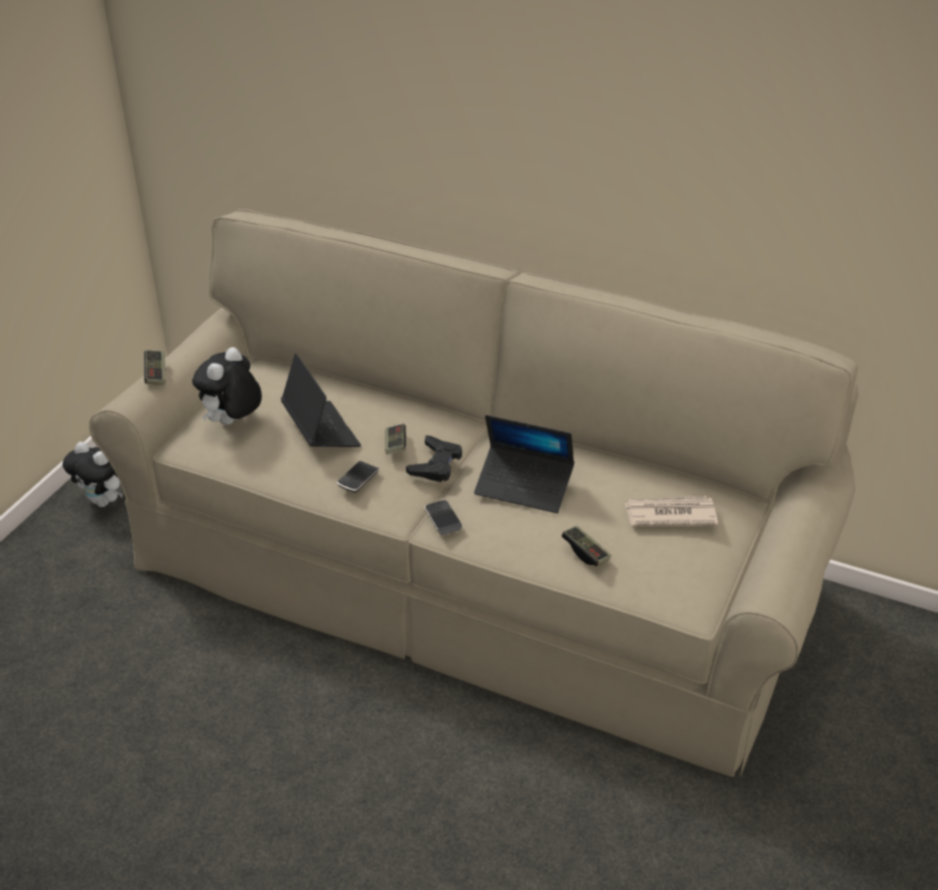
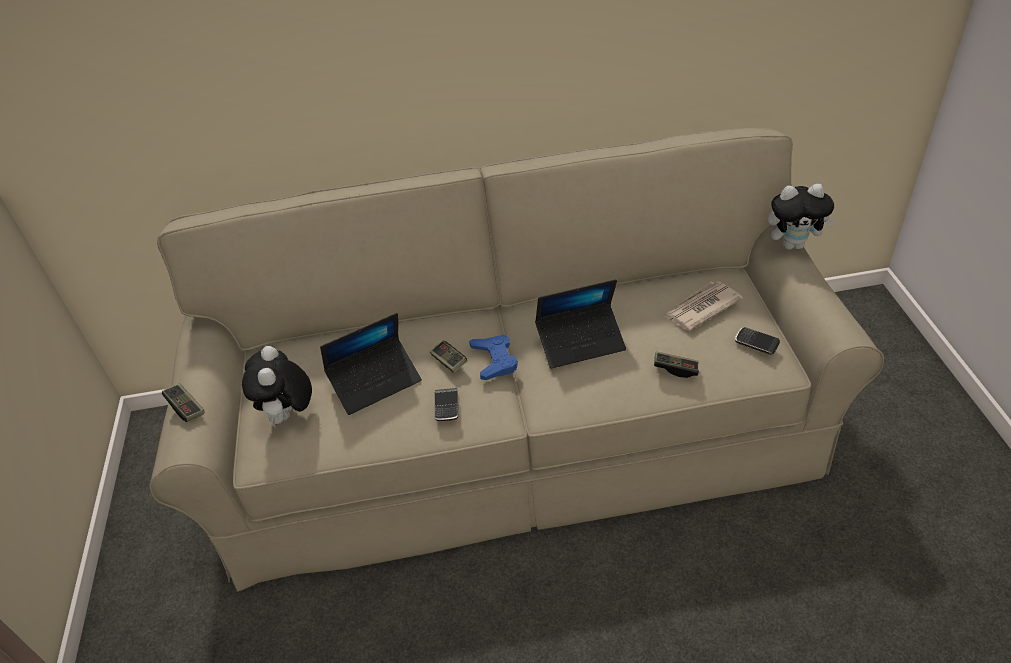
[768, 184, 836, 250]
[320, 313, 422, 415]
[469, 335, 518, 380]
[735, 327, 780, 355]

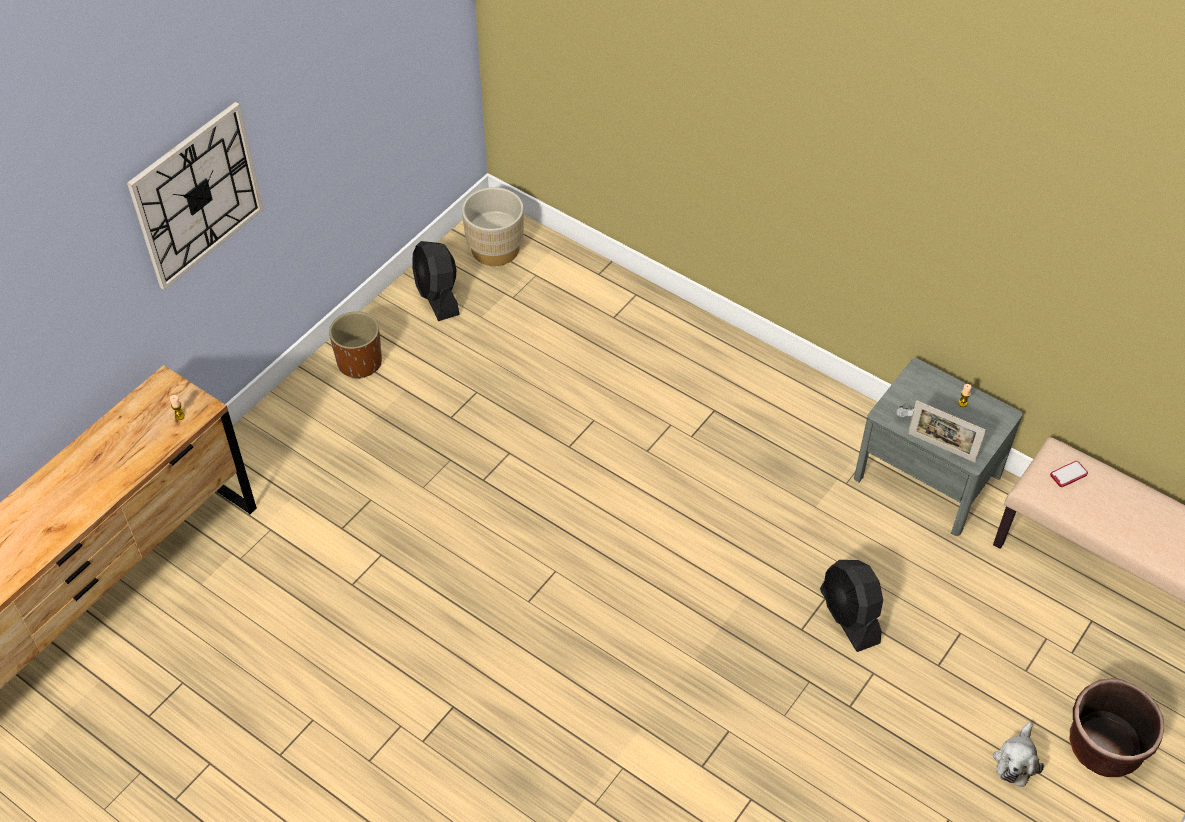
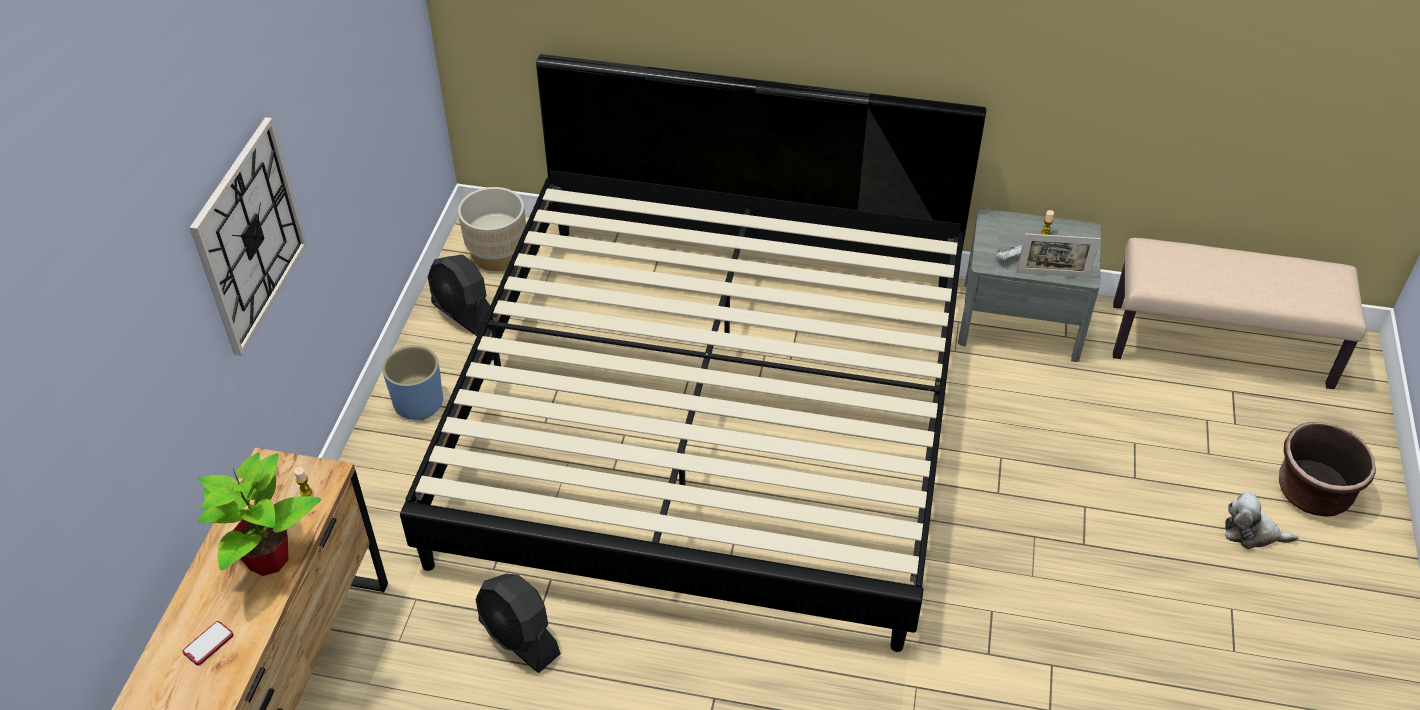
[382, 345, 443, 420]
[476, 574, 561, 673]
[1225, 492, 1299, 549]
[183, 621, 234, 665]
[197, 453, 321, 576]
[400, 54, 986, 652]

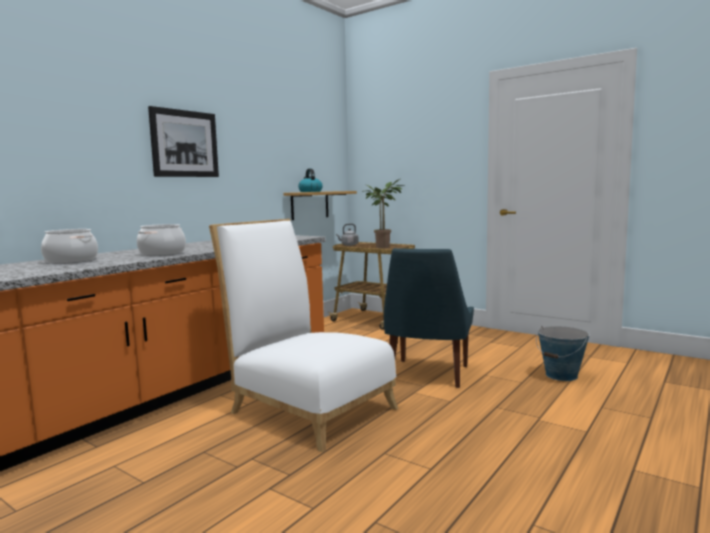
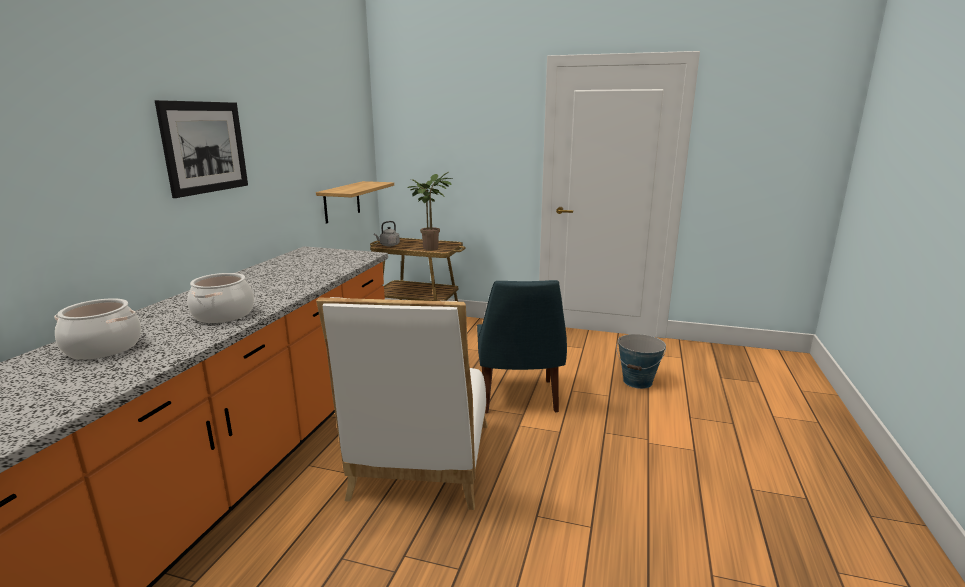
[316, 297, 488, 510]
[298, 168, 323, 192] (first image)

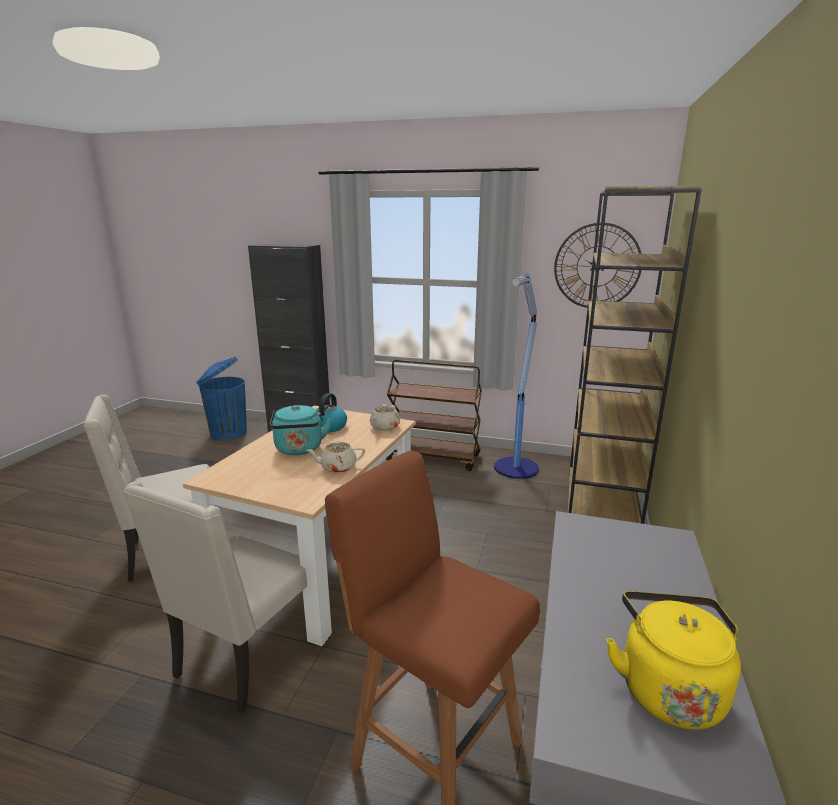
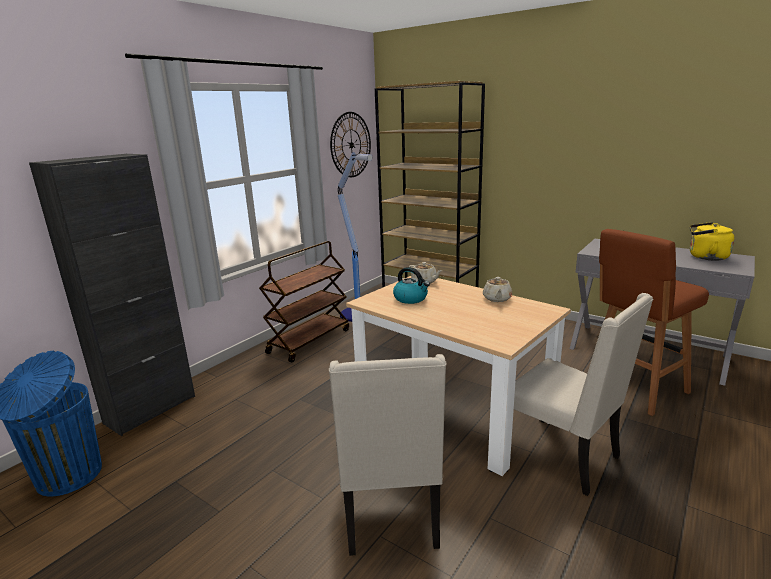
[270, 405, 331, 455] (first image)

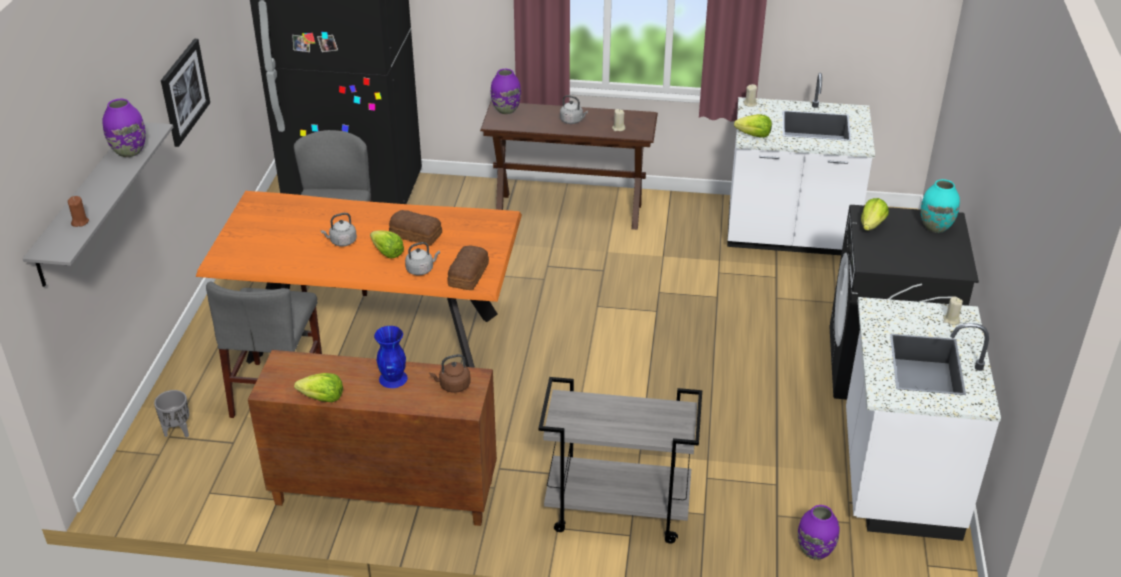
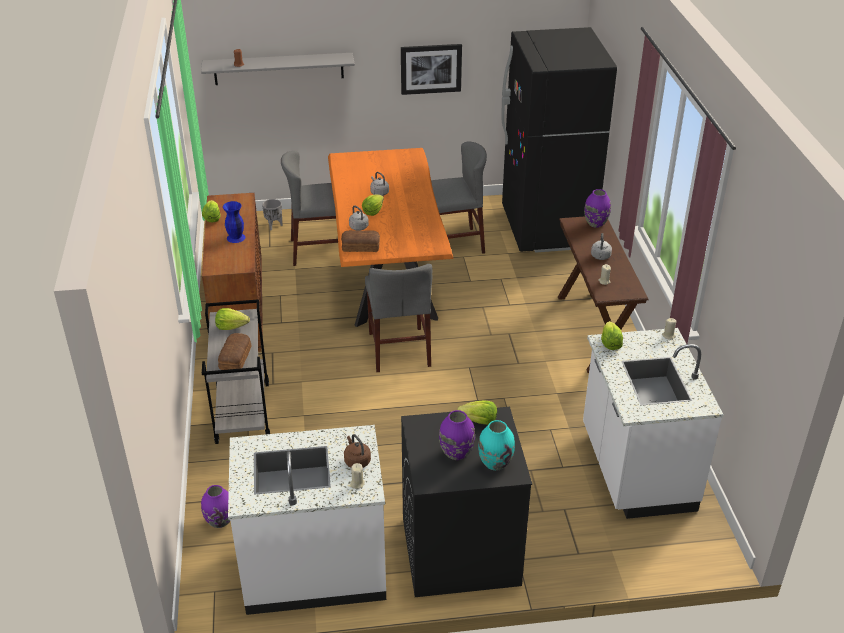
[439, 410, 475, 460]
[218, 333, 251, 370]
[344, 434, 371, 468]
[215, 308, 250, 330]
[365, 264, 432, 372]

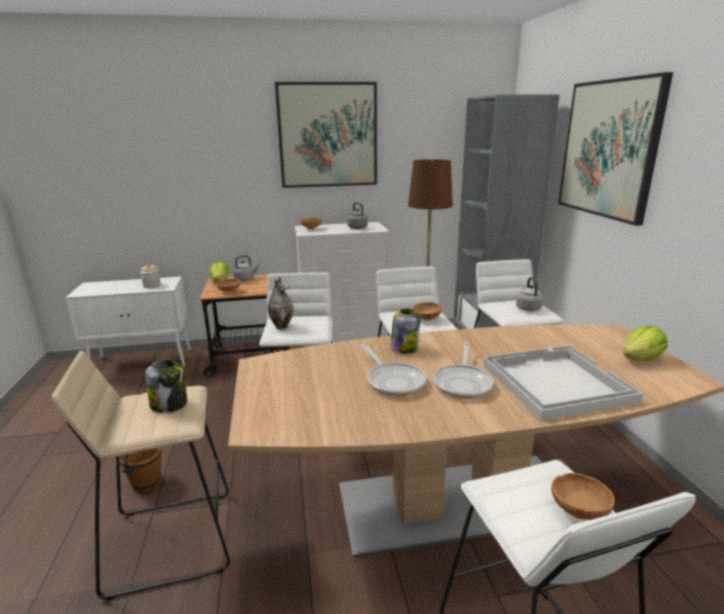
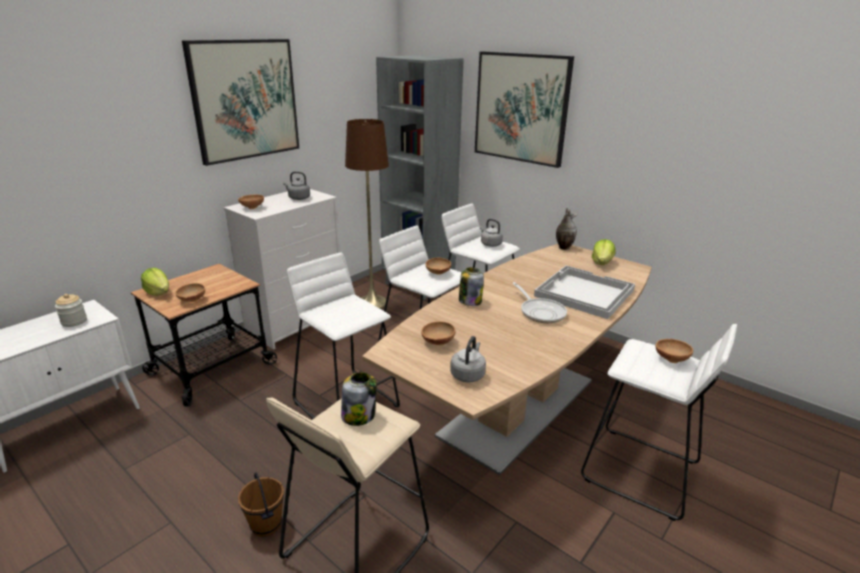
[450, 336, 486, 382]
[556, 208, 577, 250]
[361, 343, 426, 396] (first image)
[421, 321, 455, 345]

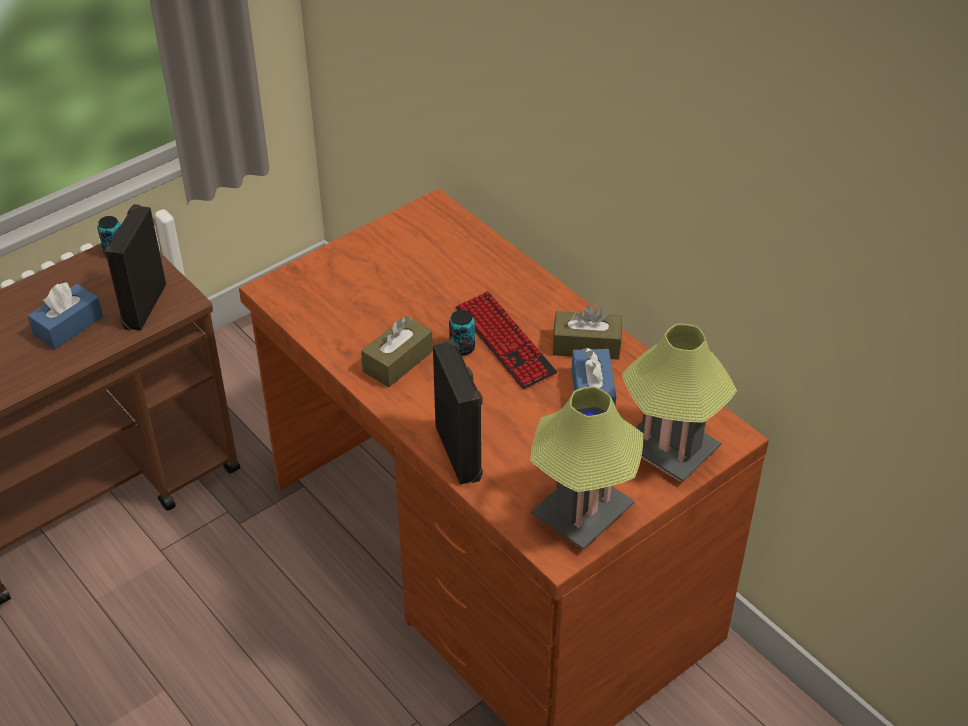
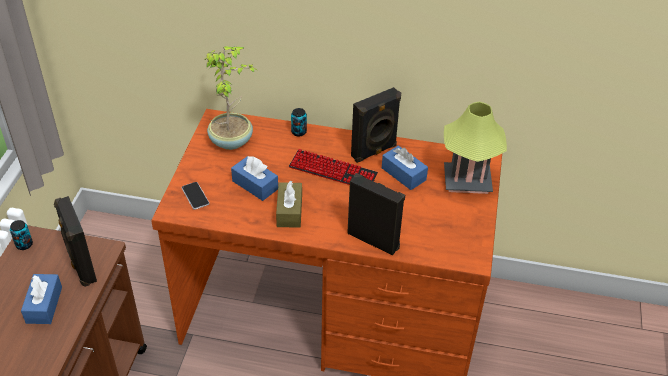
[291, 108, 307, 136]
[530, 386, 643, 549] (first image)
[351, 87, 401, 163]
[182, 182, 209, 210]
[205, 46, 258, 150]
[231, 156, 278, 201]

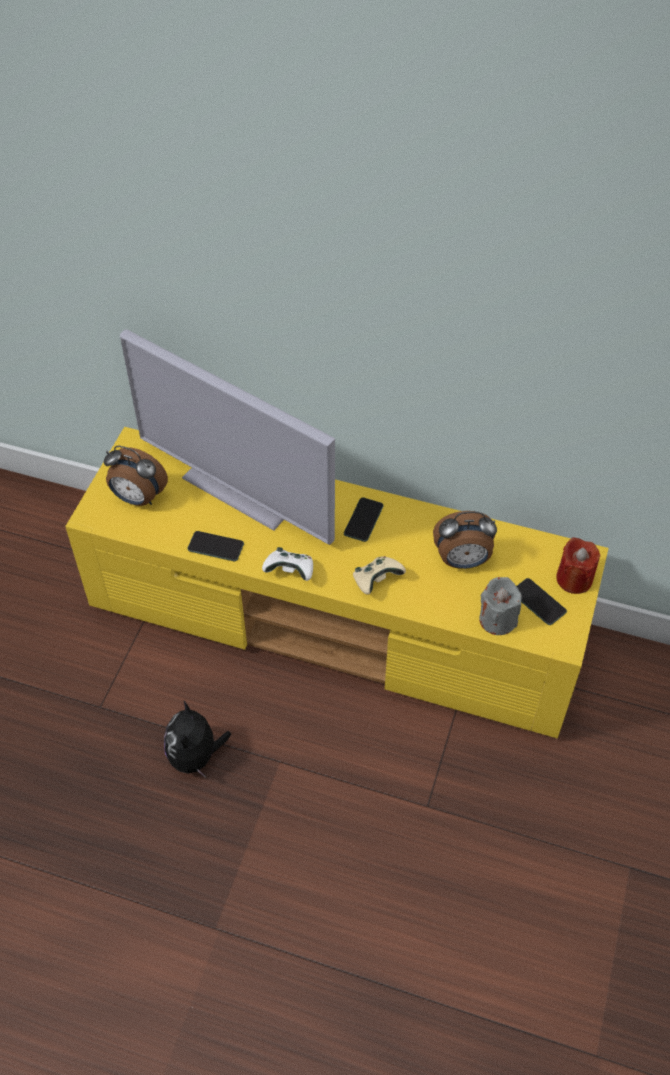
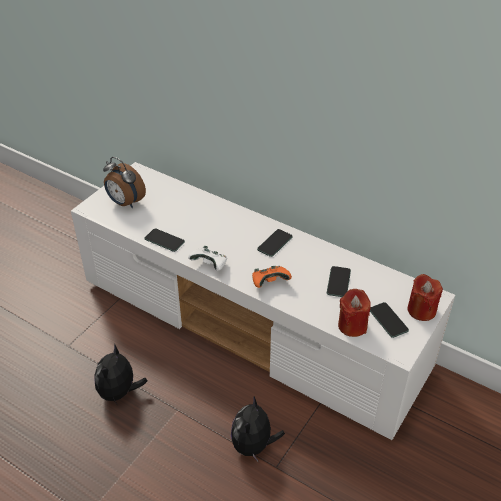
[71, 162, 455, 440]
[120, 329, 335, 545] (first image)
[252, 266, 292, 288]
[327, 266, 351, 297]
[338, 289, 371, 337]
[231, 397, 285, 463]

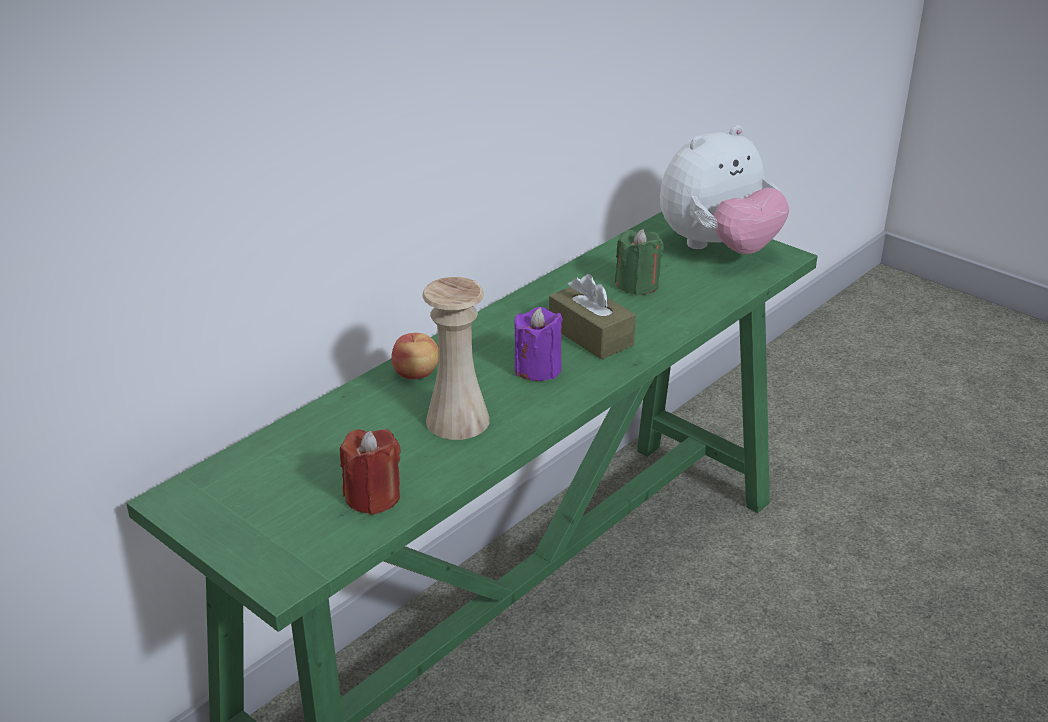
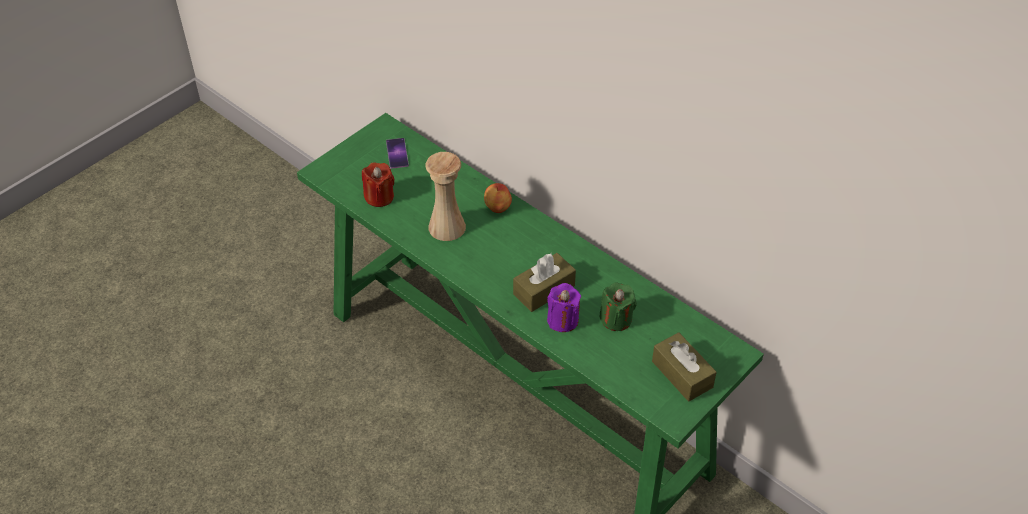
[547, 283, 581, 332]
[652, 332, 717, 401]
[386, 138, 409, 169]

